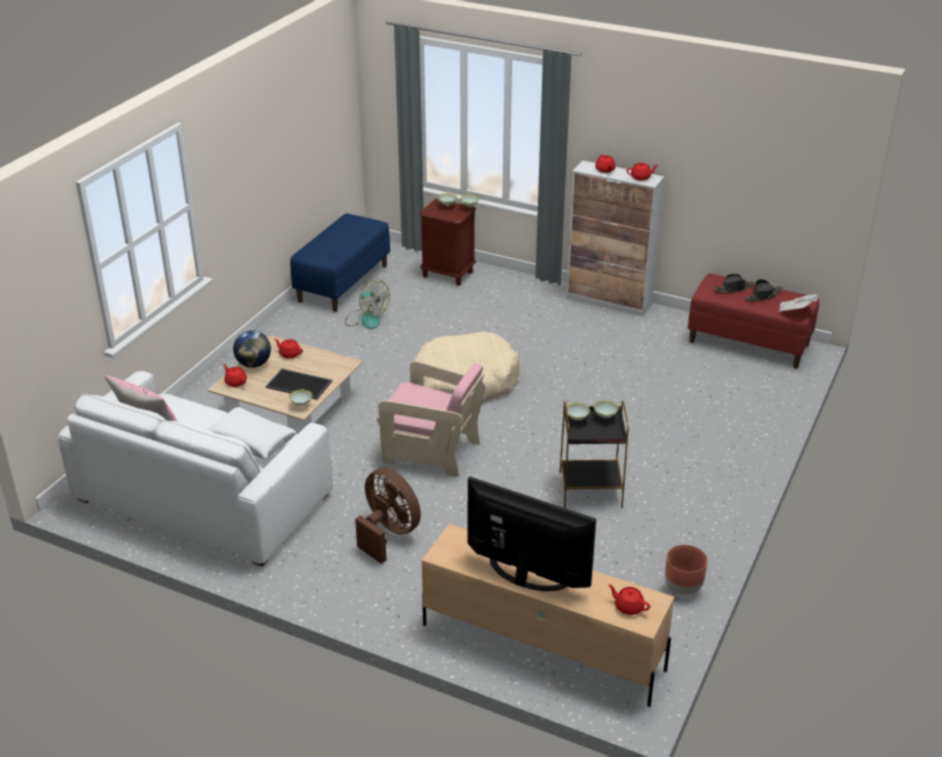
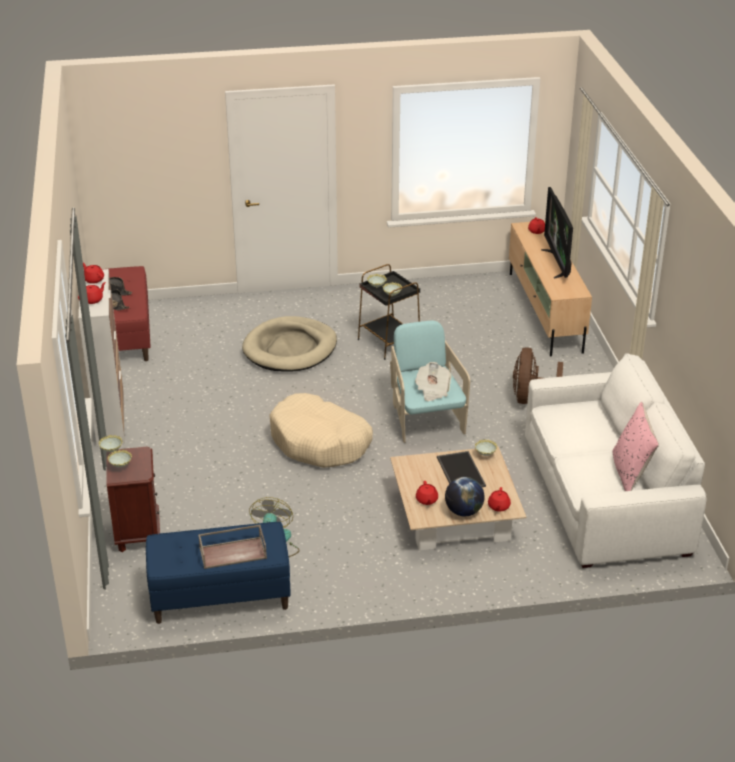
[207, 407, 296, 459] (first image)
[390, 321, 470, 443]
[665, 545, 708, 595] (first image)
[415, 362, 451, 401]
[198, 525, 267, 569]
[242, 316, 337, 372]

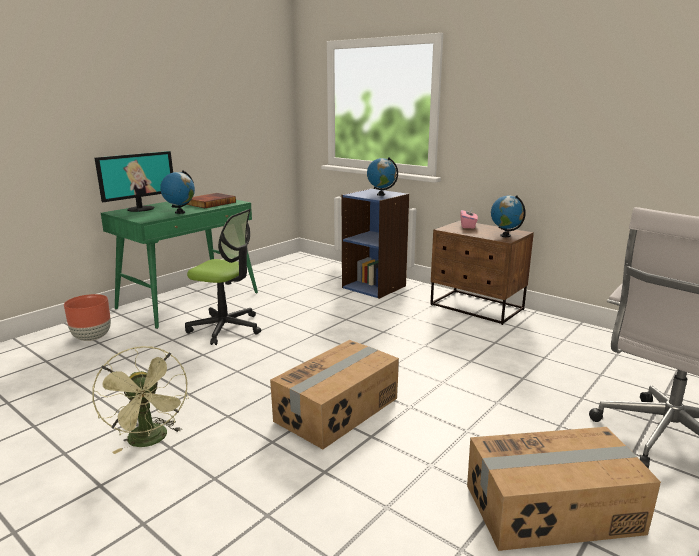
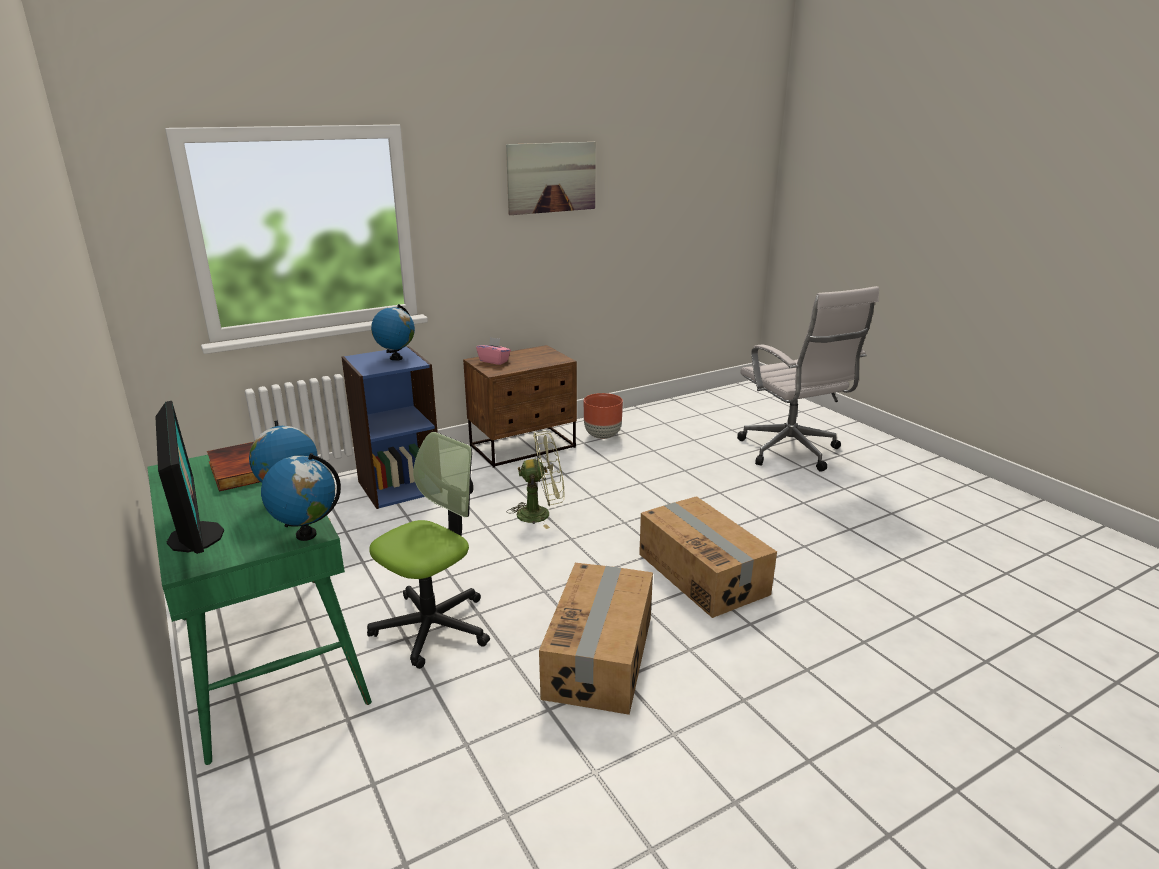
[584, 393, 623, 439]
[507, 431, 564, 529]
[539, 563, 653, 715]
[261, 453, 341, 541]
[506, 142, 596, 215]

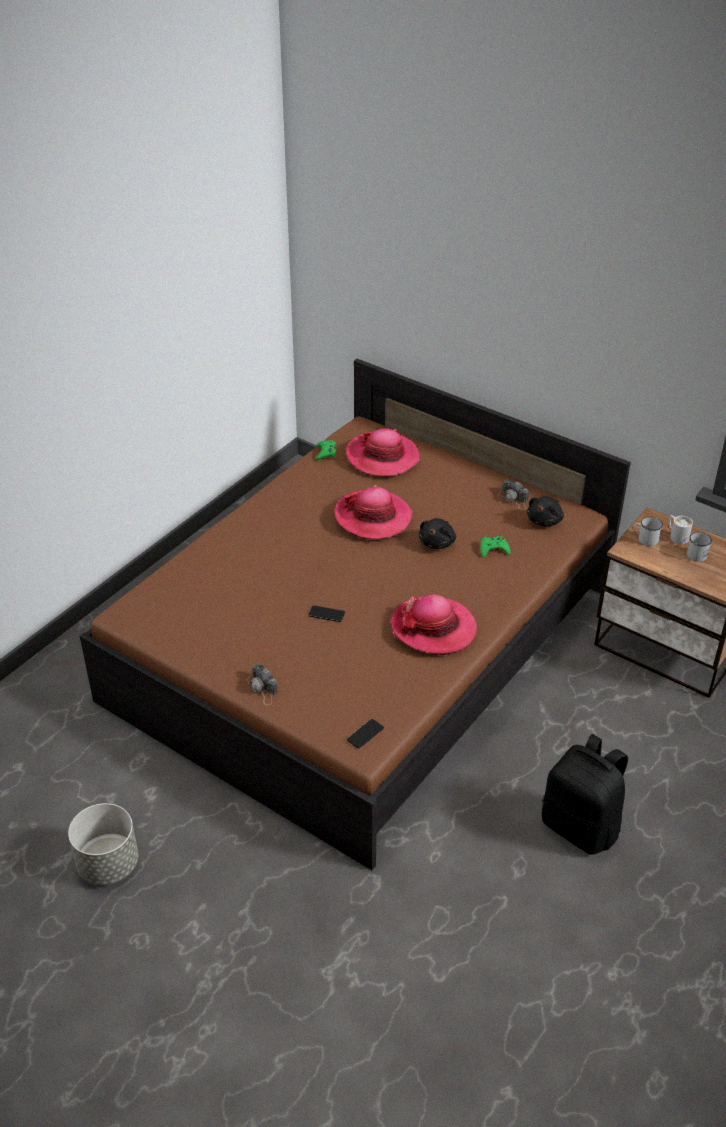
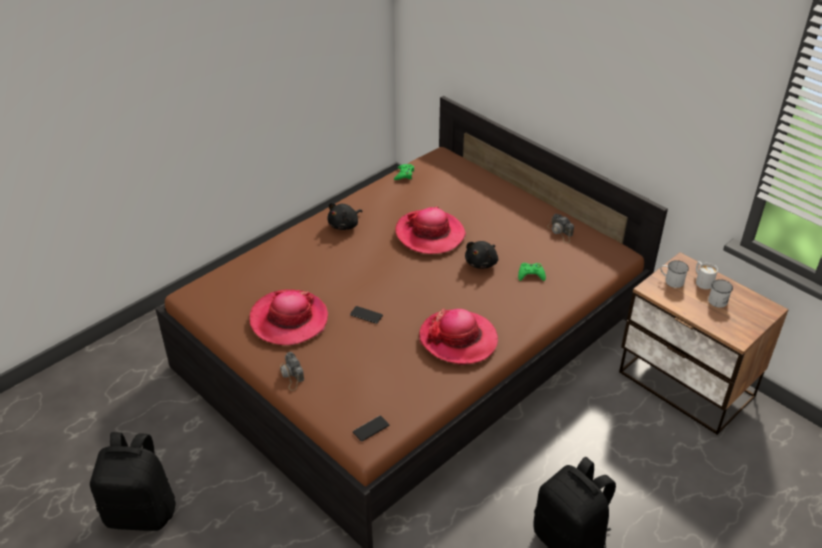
[90, 432, 176, 531]
[249, 289, 328, 345]
[327, 203, 363, 230]

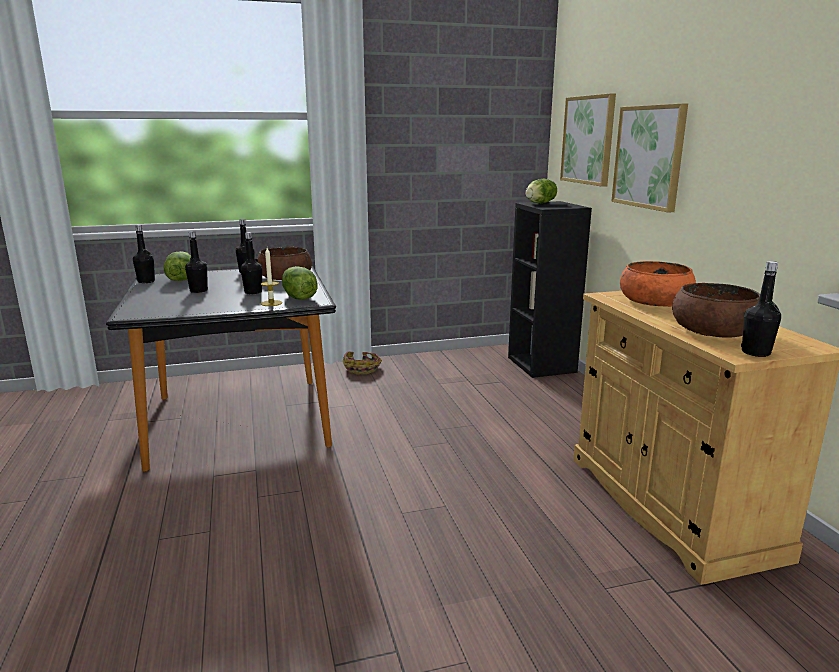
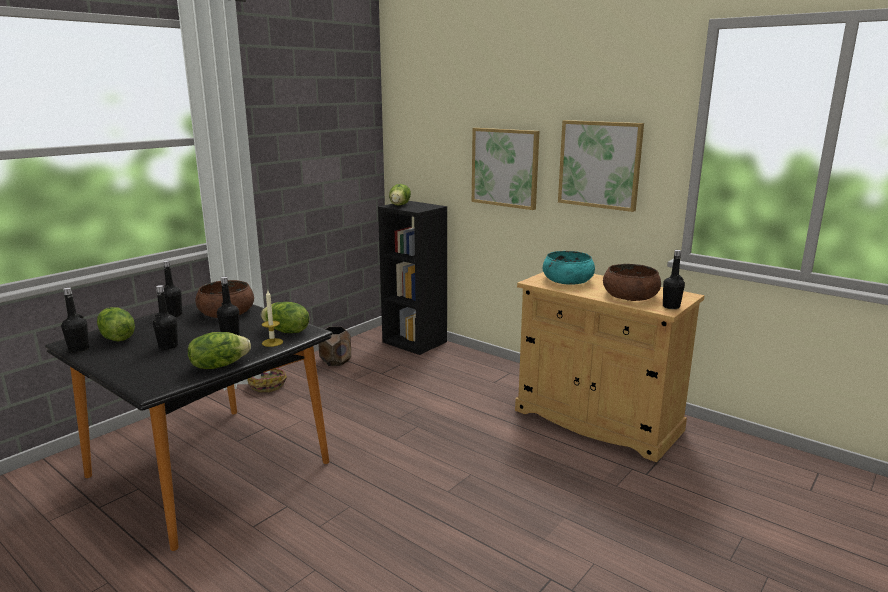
[558, 120, 644, 212]
[543, 251, 595, 284]
[188, 332, 251, 369]
[318, 327, 351, 366]

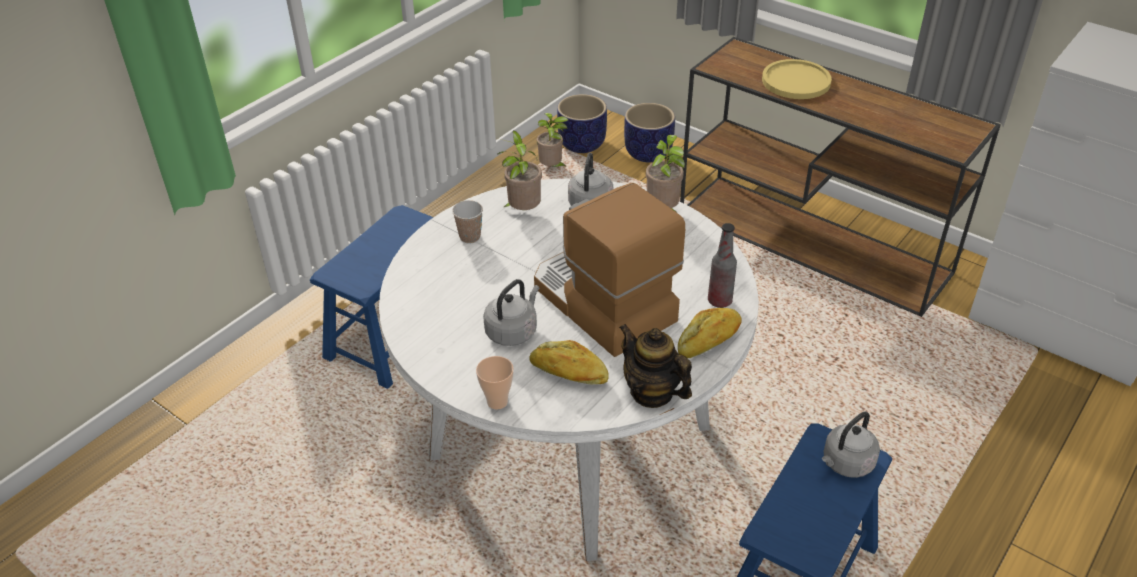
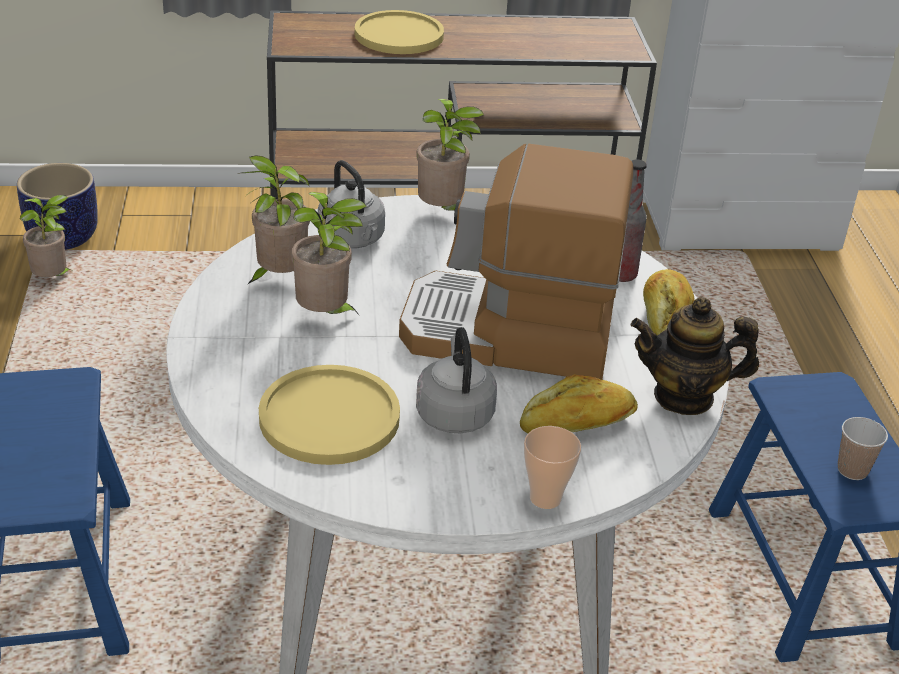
[838, 417, 888, 480]
[624, 103, 675, 162] (first image)
[822, 411, 880, 478] (first image)
[259, 365, 400, 465]
[291, 192, 367, 316]

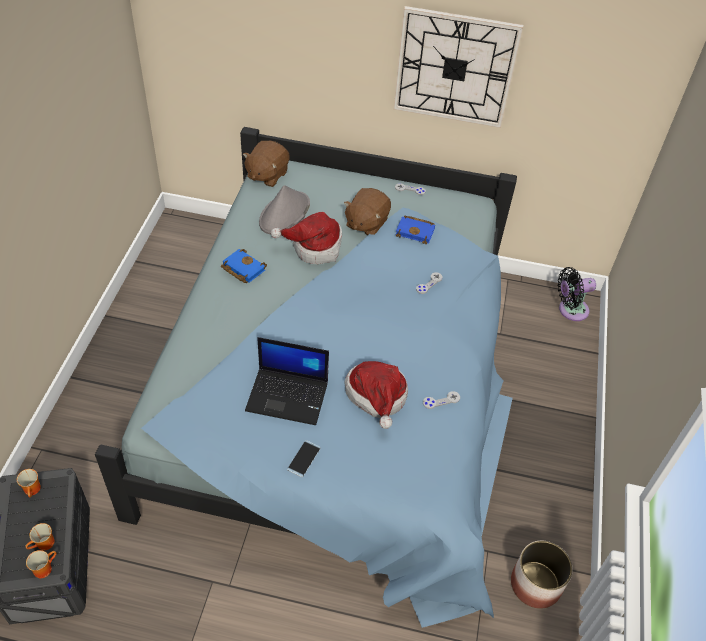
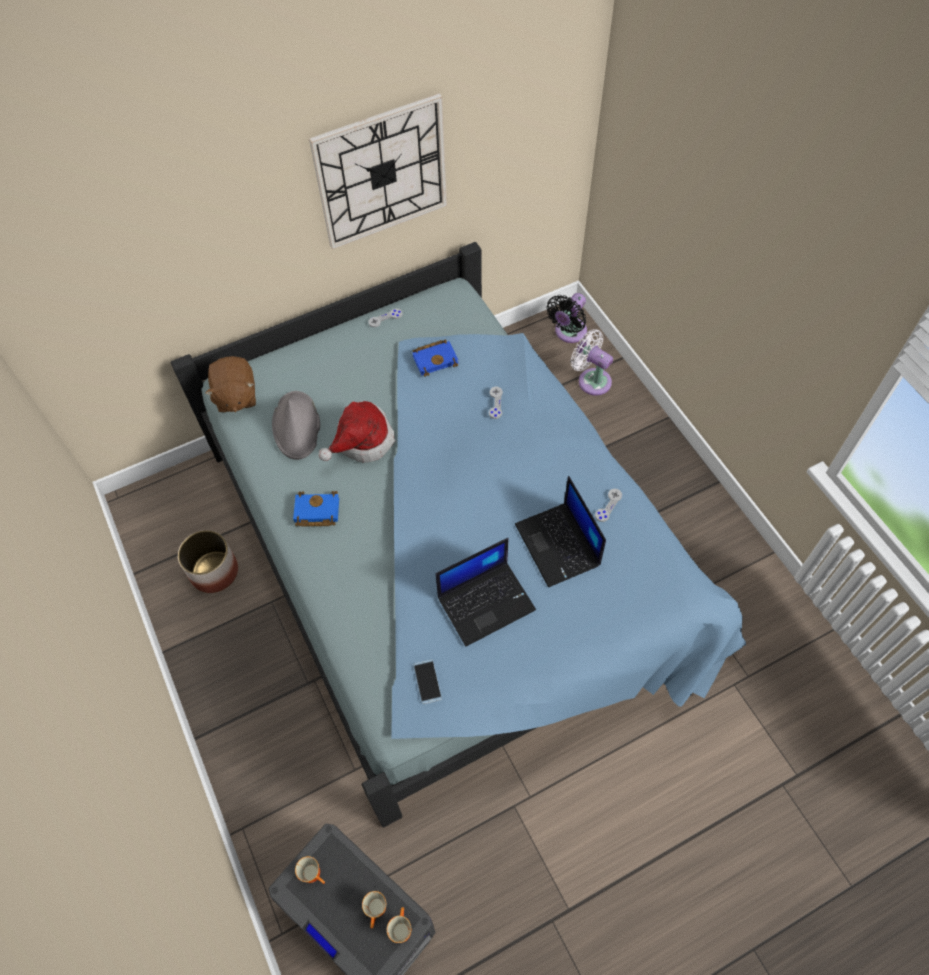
[413, 659, 442, 704]
[344, 188, 391, 236] (first image)
[515, 476, 606, 587]
[178, 530, 238, 593]
[571, 329, 613, 396]

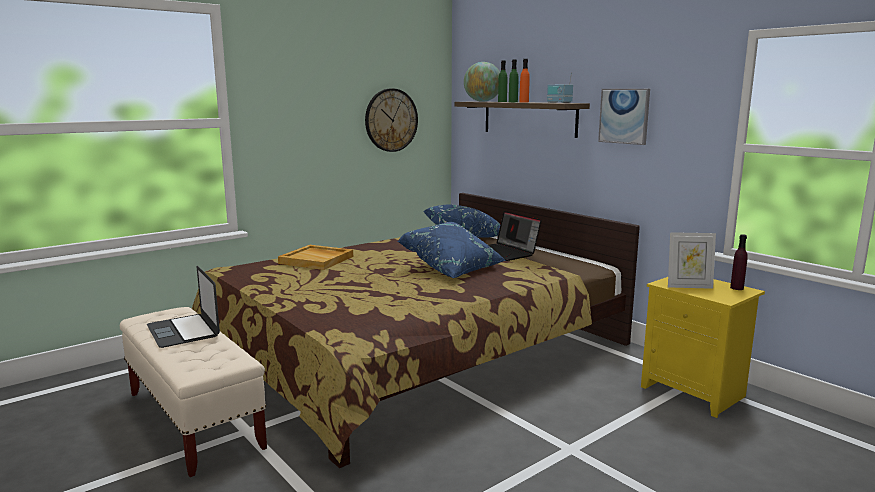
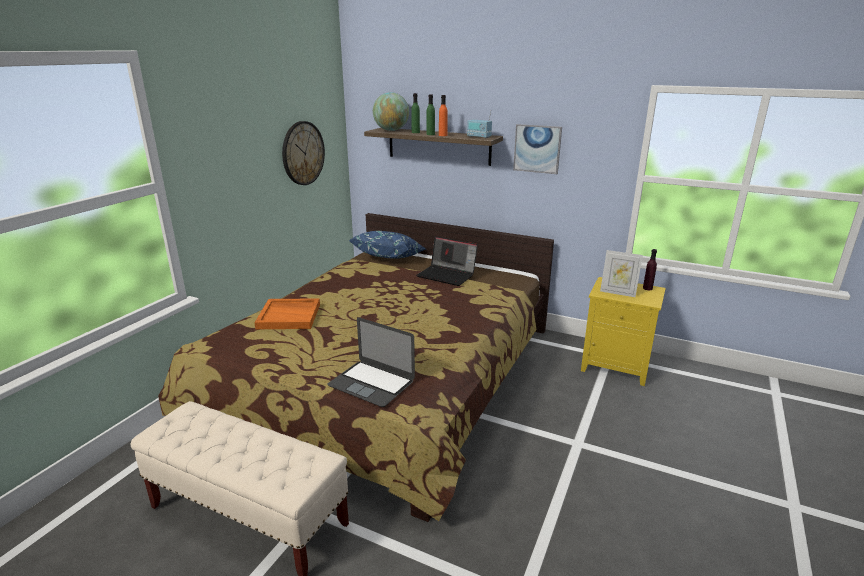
[328, 318, 415, 407]
[254, 298, 320, 329]
[398, 222, 506, 278] (first image)
[600, 250, 643, 297]

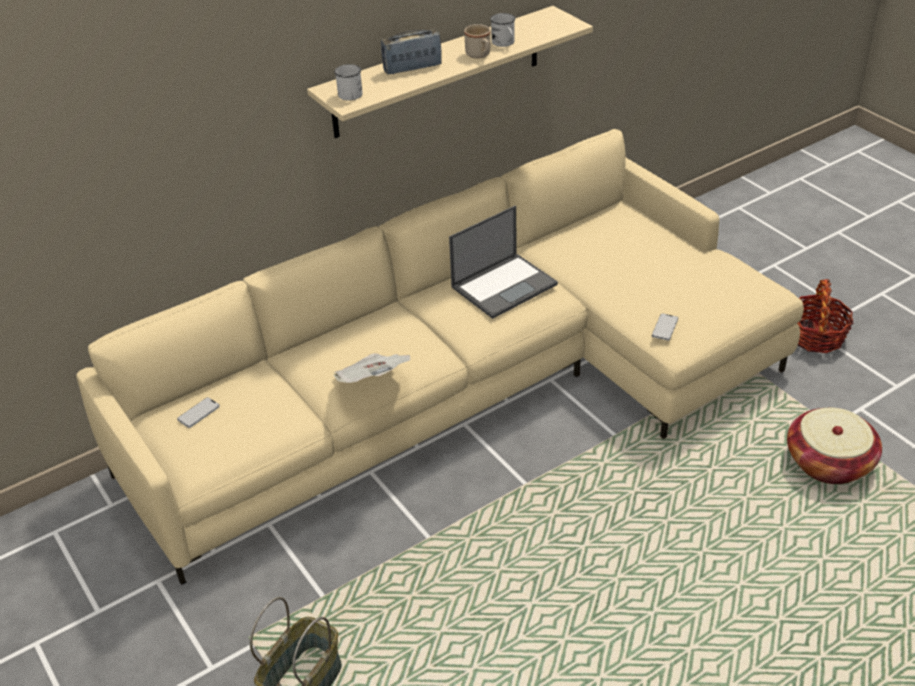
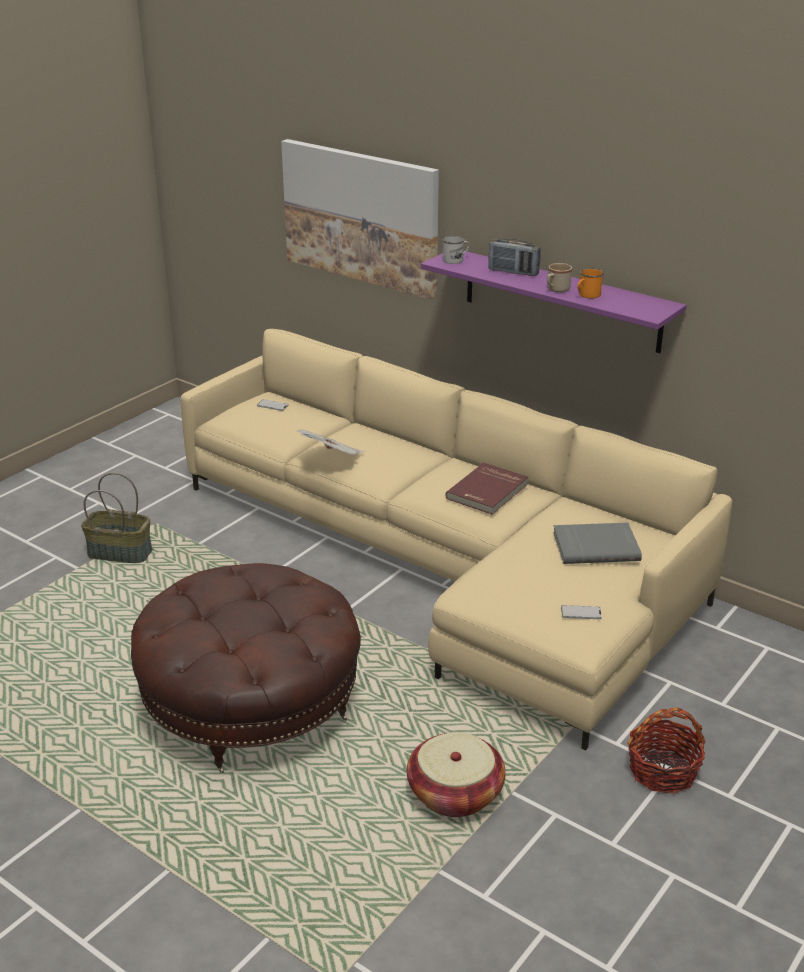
[421, 251, 687, 353]
[488, 239, 541, 276]
[445, 463, 528, 515]
[577, 268, 604, 299]
[561, 605, 602, 619]
[131, 563, 361, 773]
[281, 139, 439, 300]
[553, 523, 642, 564]

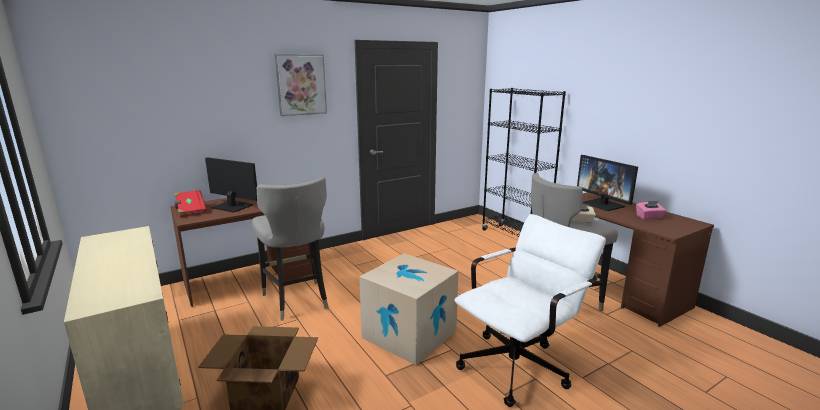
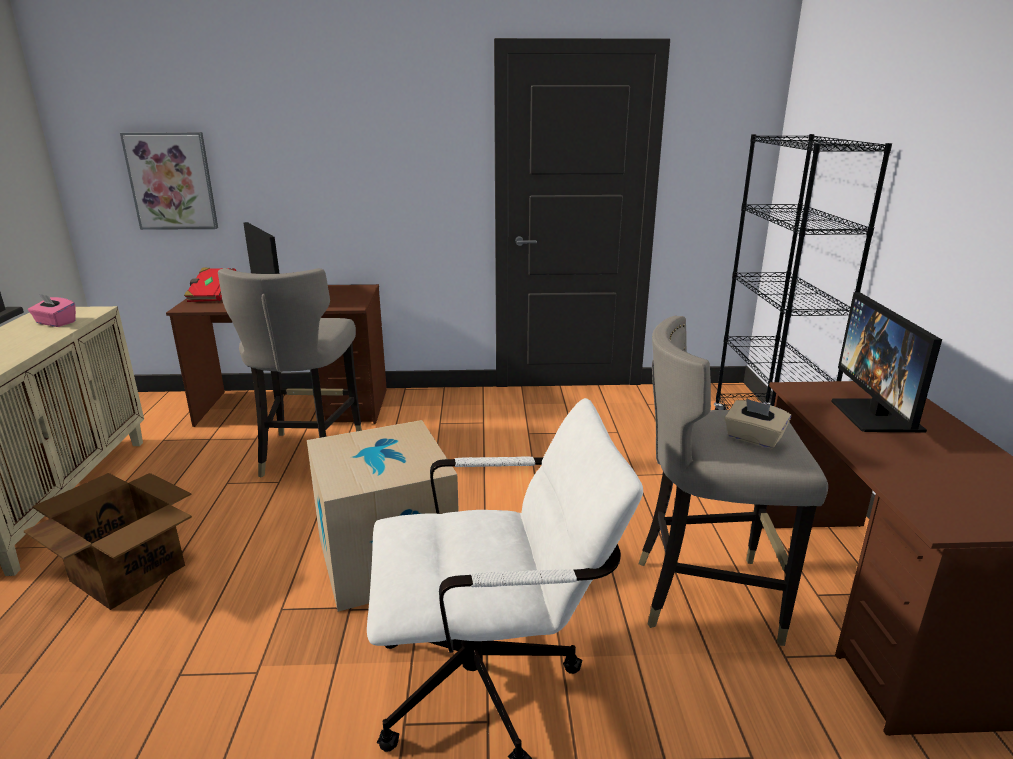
[120, 132, 218, 230]
[28, 293, 76, 327]

